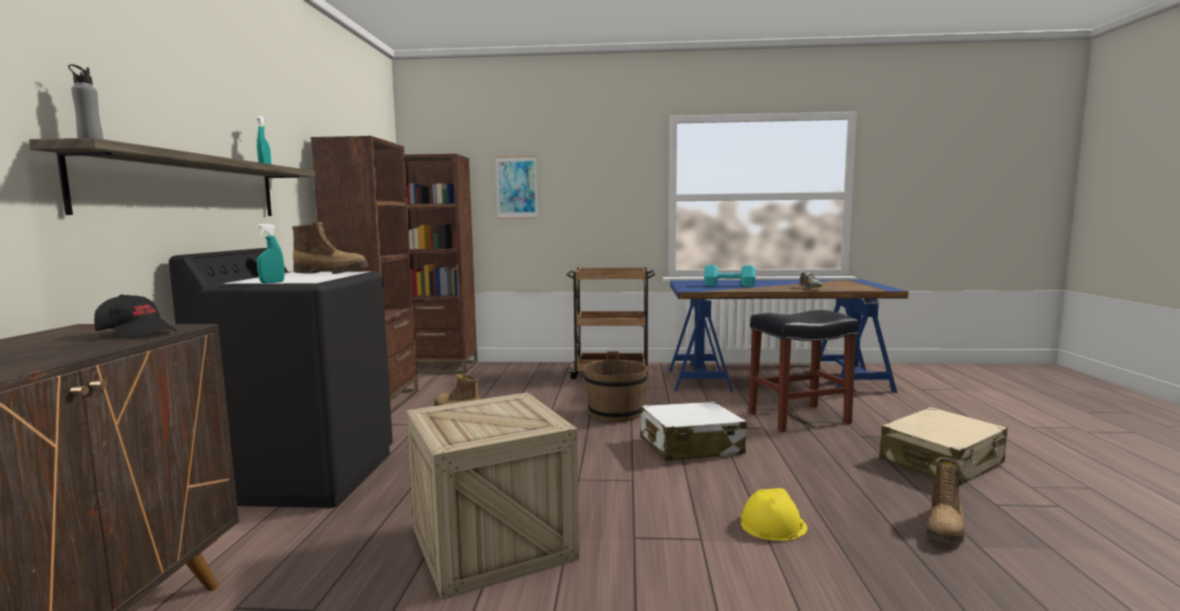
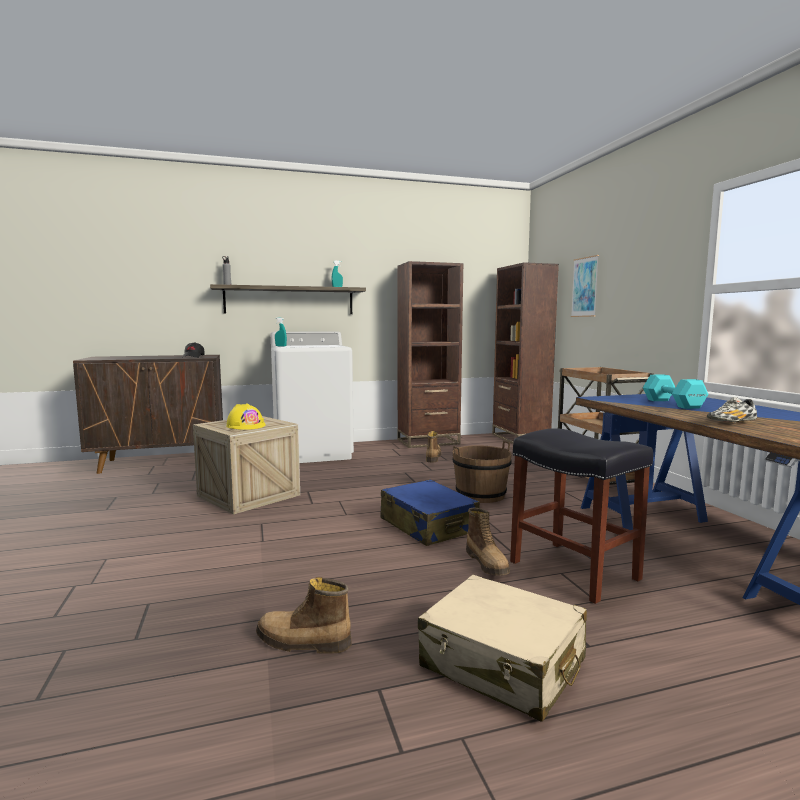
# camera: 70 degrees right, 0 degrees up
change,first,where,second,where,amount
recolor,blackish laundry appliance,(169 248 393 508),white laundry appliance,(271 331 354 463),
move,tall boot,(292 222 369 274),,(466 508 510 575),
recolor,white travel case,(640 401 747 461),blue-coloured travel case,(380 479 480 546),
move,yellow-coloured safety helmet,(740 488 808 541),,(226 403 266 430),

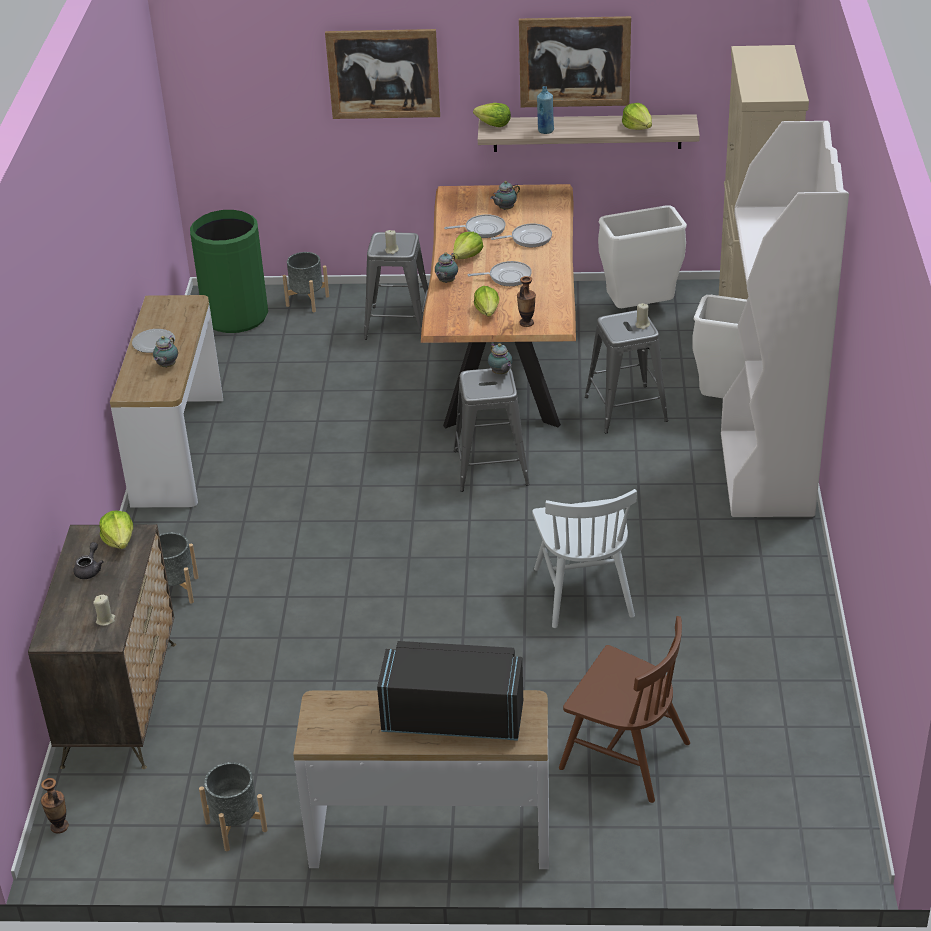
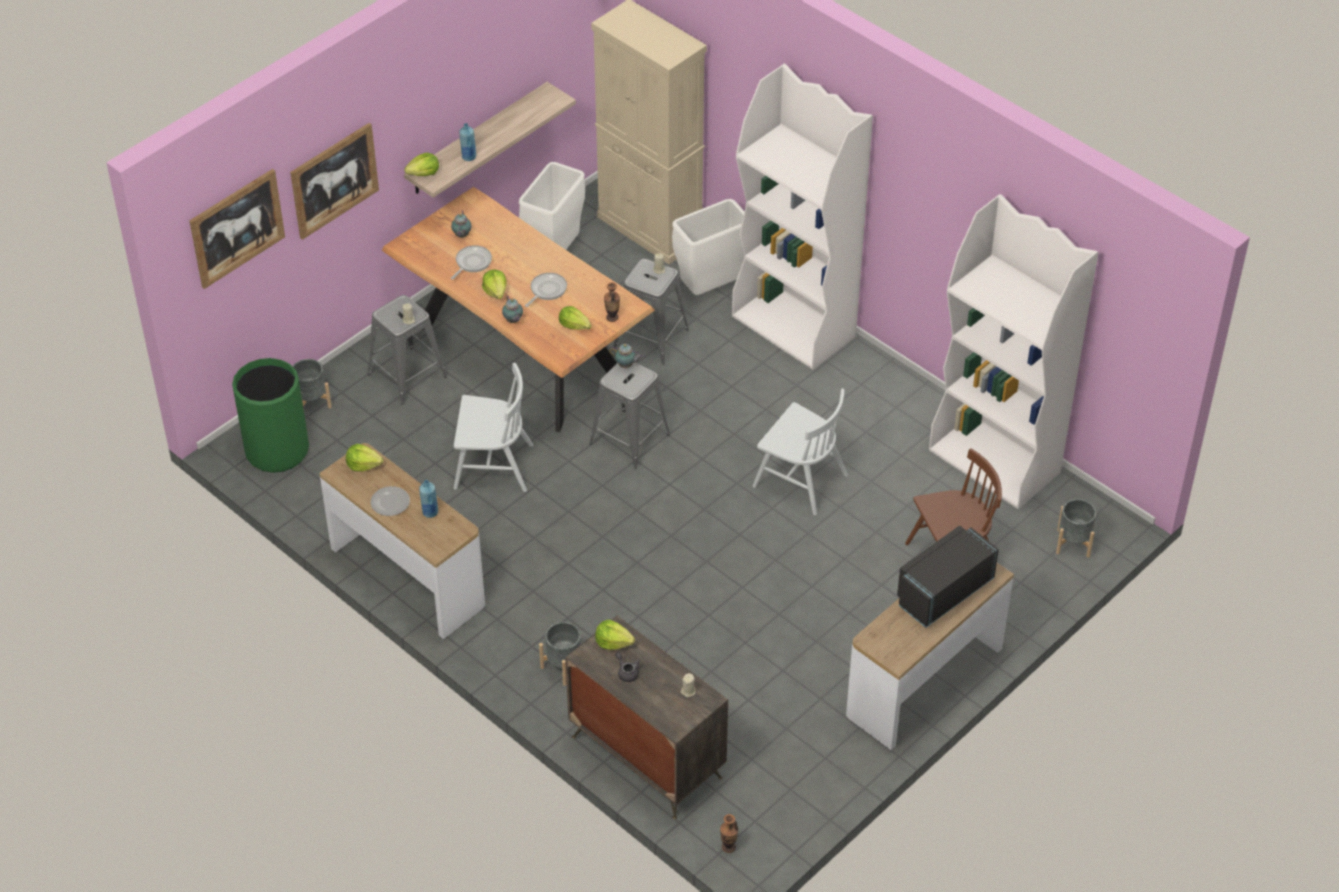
# camera: 50 degrees left, 10 degrees up
change,first,where,second,where,amount
replace,teapot,(153 335 178 368),blue-coloured drink bottle,(419 480 438 518),
move,gray plant pot,(199 762 268 851),,(1056 499 1096 558),
delete,frying pan,(491 224 552 247),,,
move,wall picture,(519 16 631 107),,(189 169 285 289),
move,lettuce head,(622 103 652 130),,(346 444 383 472),
insert,,,white plain chair,(454 363 533 492),
insert,,,white shelving unit,(929 194 1099 509),

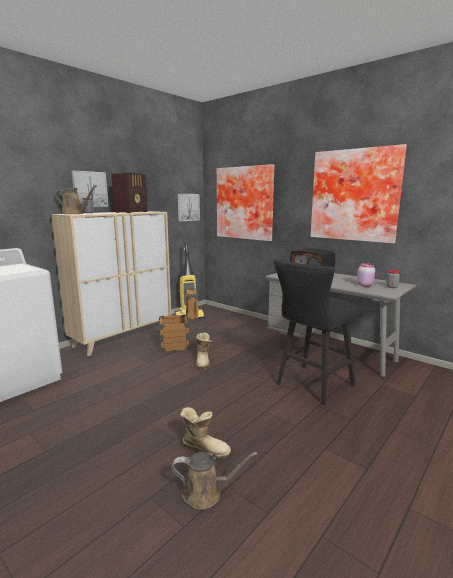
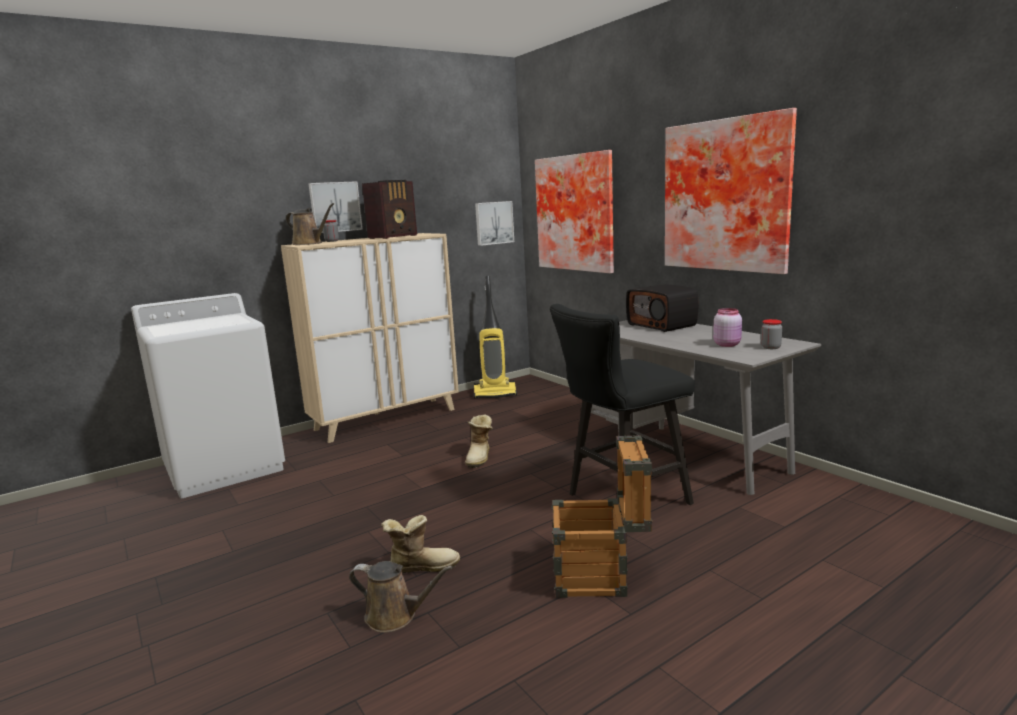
# camera: 15 degrees right, 0 degrees up
change,first,where,second,where,amount
move,packing crate,(159 288 199 352),,(552 435 652 598),
rotate,tall boot,(180 407 231 459),,(381 515 460 573),45 degrees counterclockwise

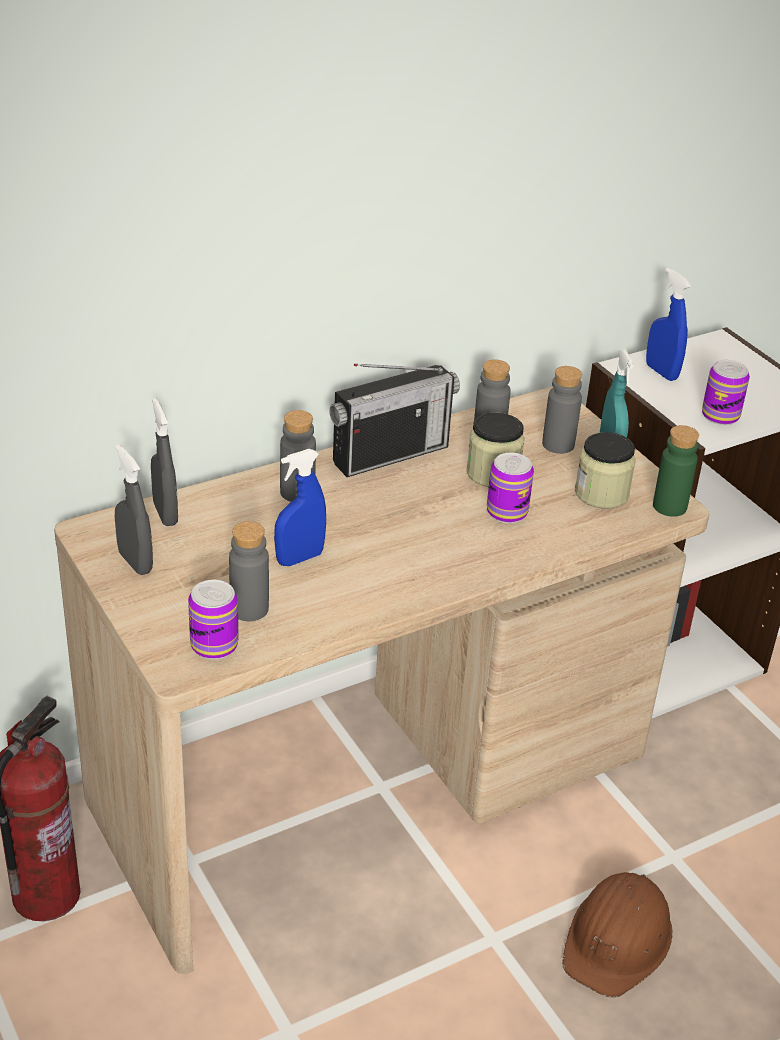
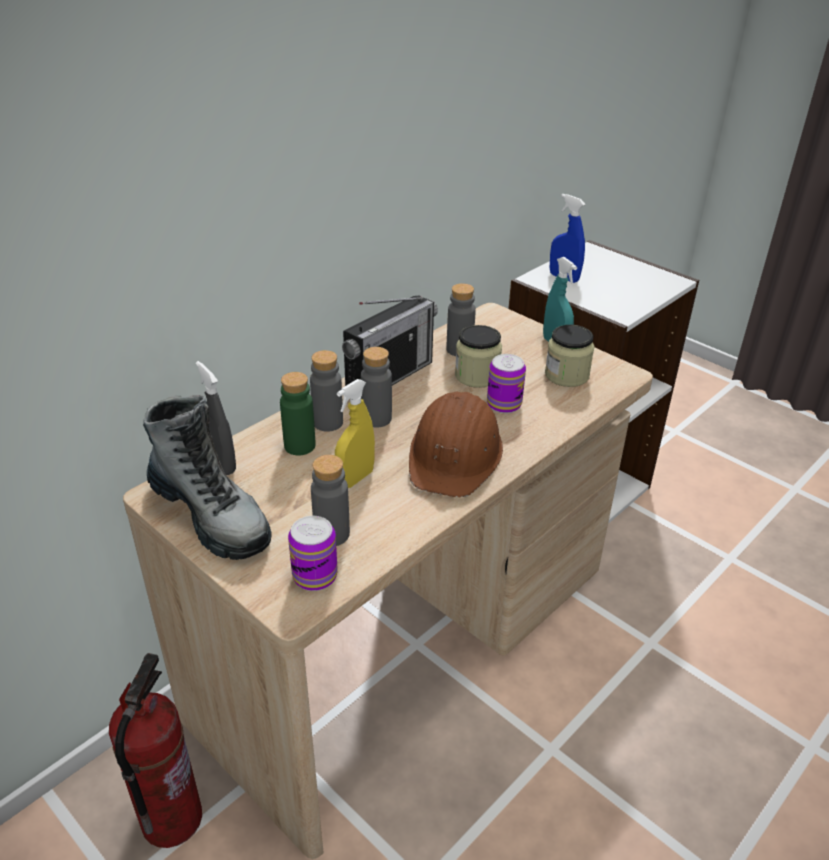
# camera: 15 degrees left, 0 degrees up
change,first,where,second,where,amount
replace,gray hand sprayer,(115 444 153 575),tall boot,(143 395 272 560),
recolor,blue-coloured hand sprayer,(274 449 326 566),yellow-coloured hand sprayer,(335 379 375 488),
move,gray drink bottle,(542 366 582 454),,(361 347 392 427),
move,brown-coloured safety helmet,(562 872 672 998),,(409 391 503 497),
move,green-coloured drink bottle,(653 425 699 517),,(280 372 315 455),
delete,metal can,(702 360 750 425),,,

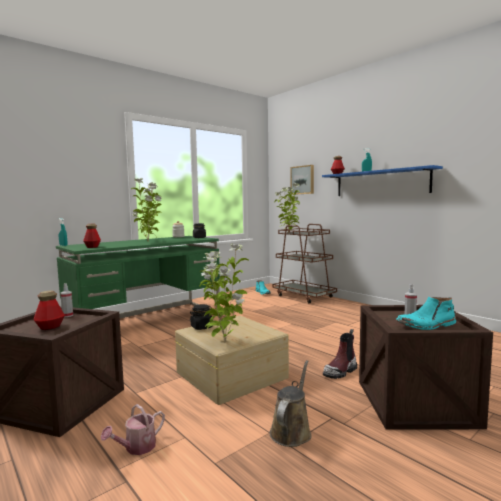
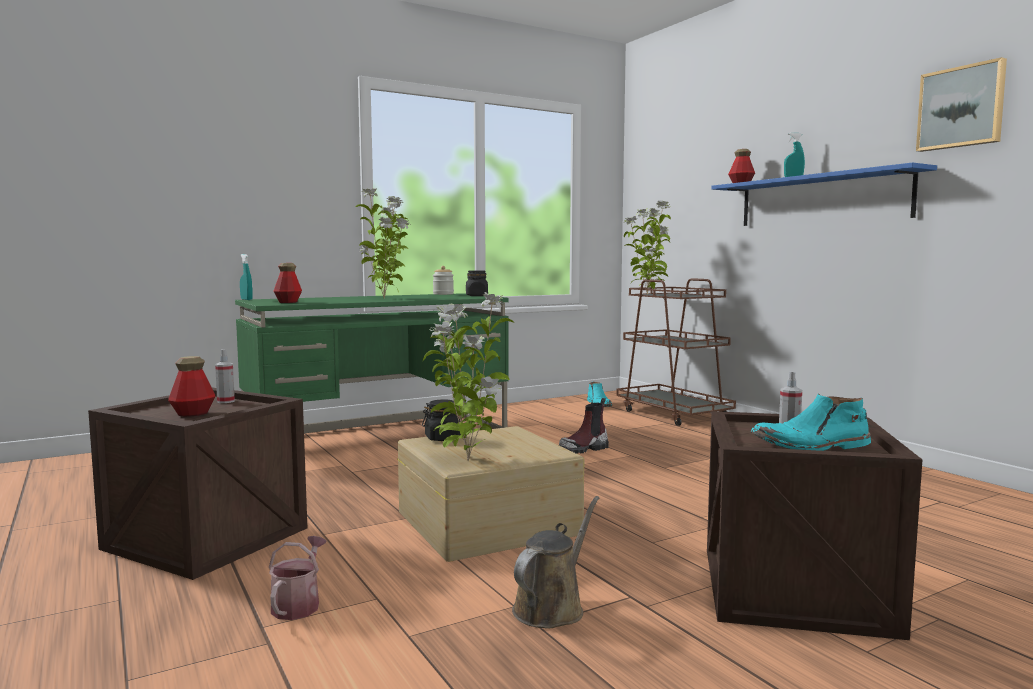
# camera: 10 degrees right, 0 degrees up
change,first,where,second,where,amount
rotate,watering can,(101 404 165 455),,(269 536 327 620),135 degrees clockwise
move,wall picture,(291 165 314 195),,(916 57 1007 152),
move,tall boot,(323 329 357 379),,(559 398 609 454),

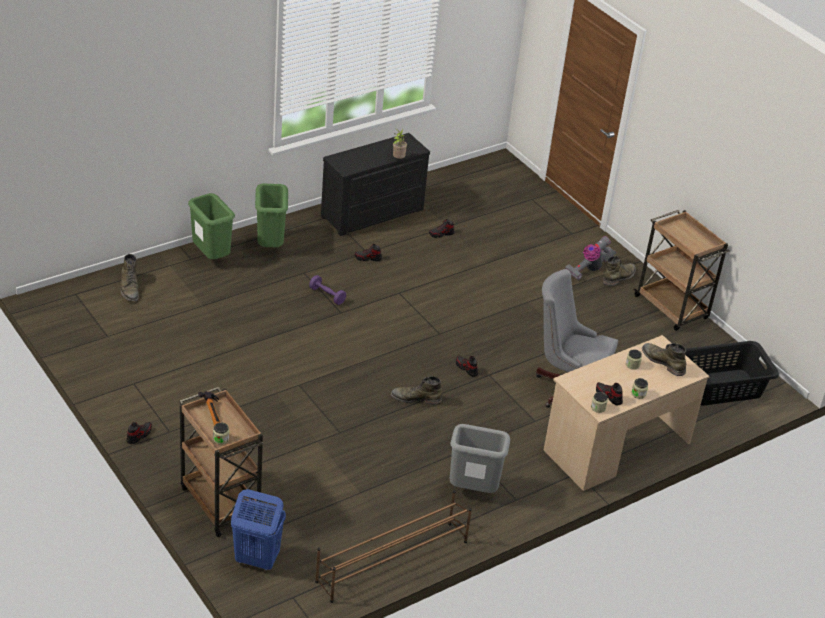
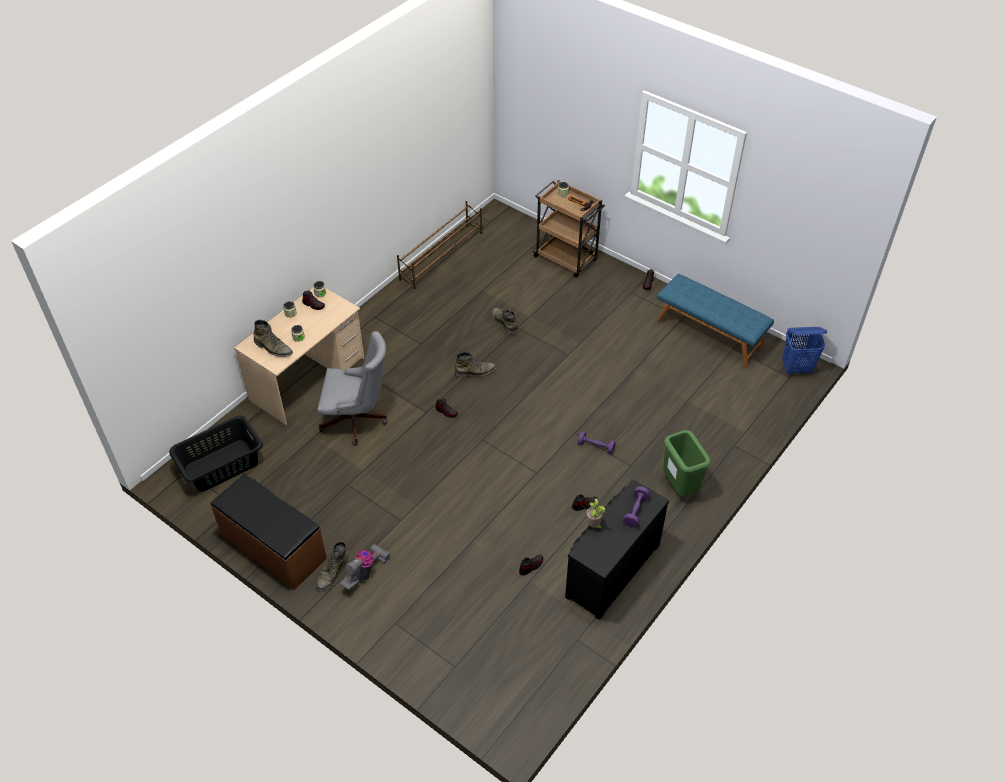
# camera: 165 degrees right, 10 degrees up
change,first,where,second,where,amount
move,green-coloured tall boot,(121 254 139 301),,(491 308 519 335),
delete,green-coloured rubbish bin,(188 193 235 259),,,
move,blue-coloured washing basket,(231 489 286 570),,(782 327 827 374),
delete,gray rubbish bin,(450 424 510 493),,,
replace,brown-coloured cart,(634 210 730 331),brown-coloured bench,(211 473 327 590),
insert,,,purplish hand weight,(623 486 650 527),
insert,,,blue-coloured bench,(656 274 774 368),

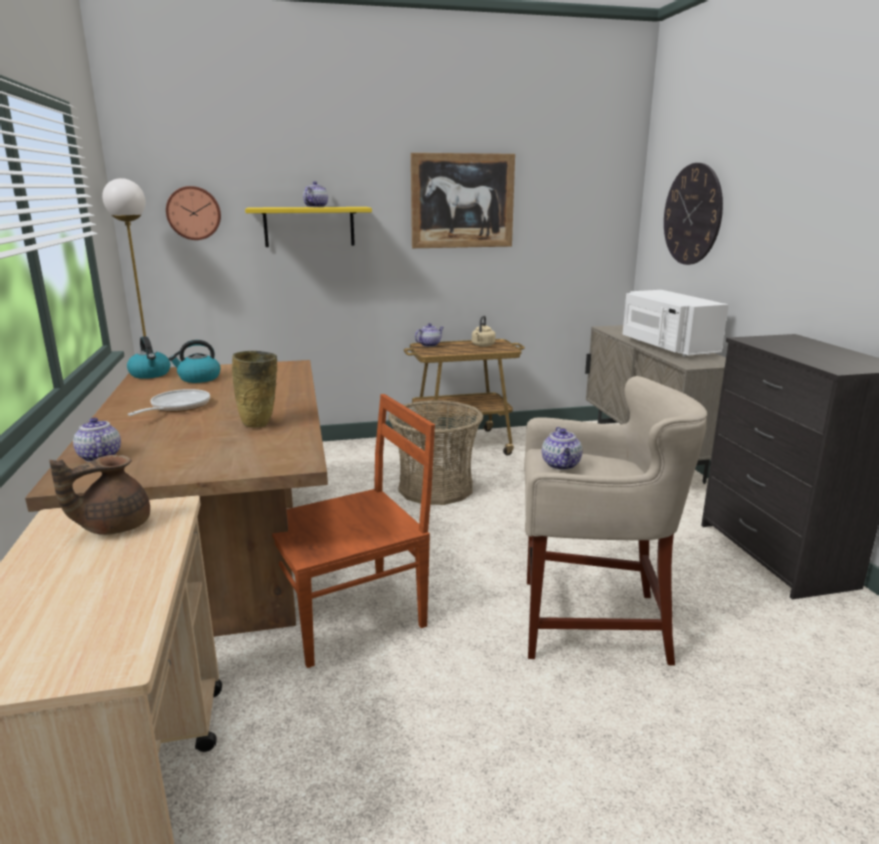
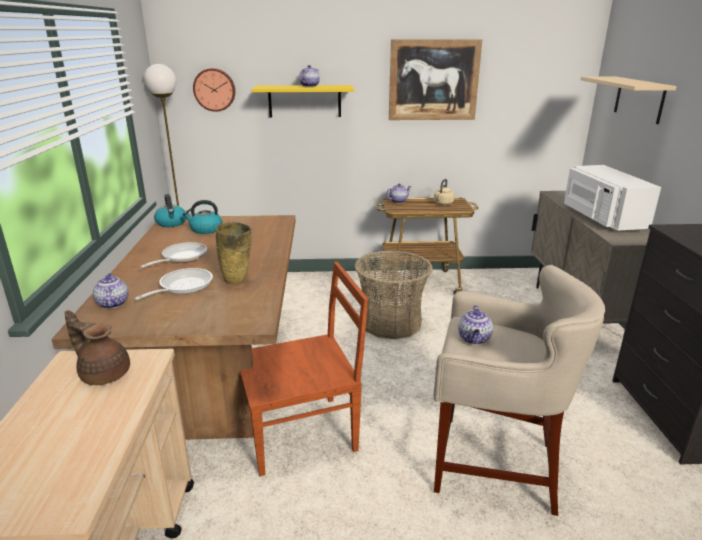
# camera: 10 degrees right, 5 degrees up
change,first,where,second,where,amount
rotate,brown-coloured teapot,(49 455 150 535),,(64 310 130 385),60 degrees clockwise
replace,clock on the wall,(664 163 723 265),beige-coloured shelf,(580 76 677 124),
insert,,,frying pan,(134 268 213 300),

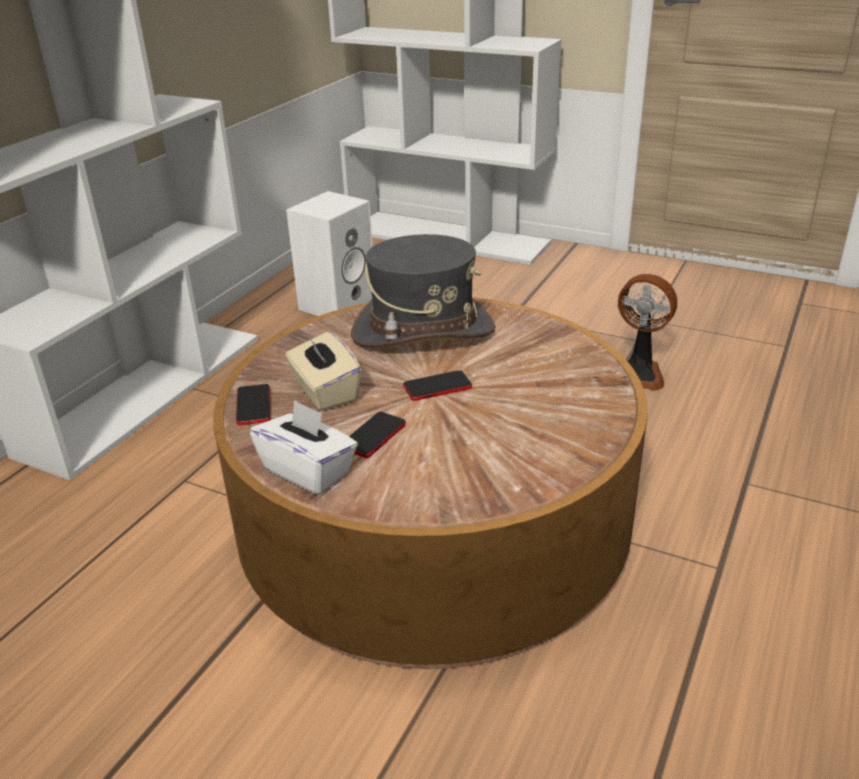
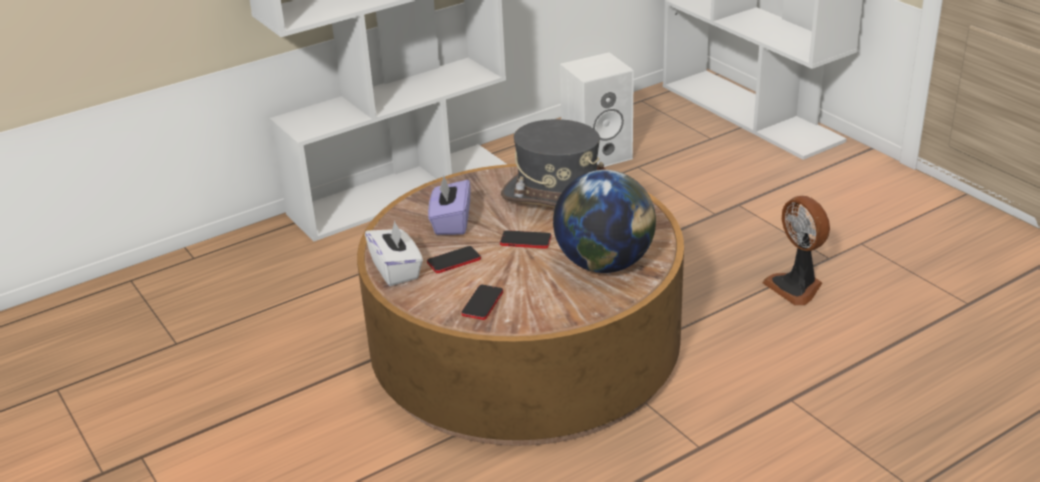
# camera: 30 degrees right, 0 degrees up
change,first,where,second,where,amount
move,telephone,(236 384 270 425),,(461 285 503 320),
recolor,beige-coloured tissue holder,(286 332 361 411),purplish tissue holder,(428 176 470 235),
insert,,,world globe,(553 170 656 273),

